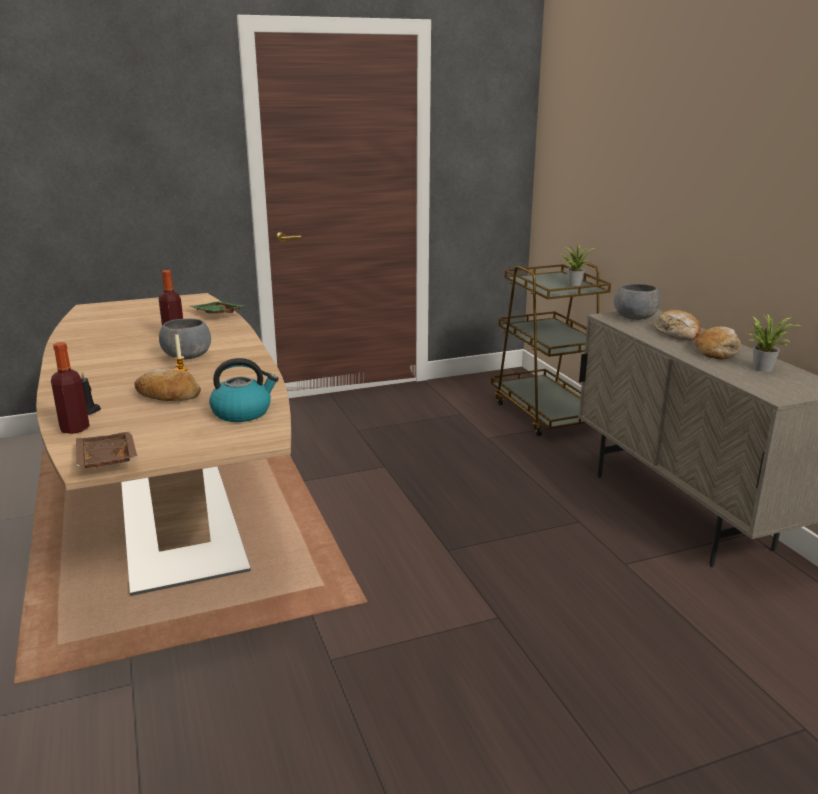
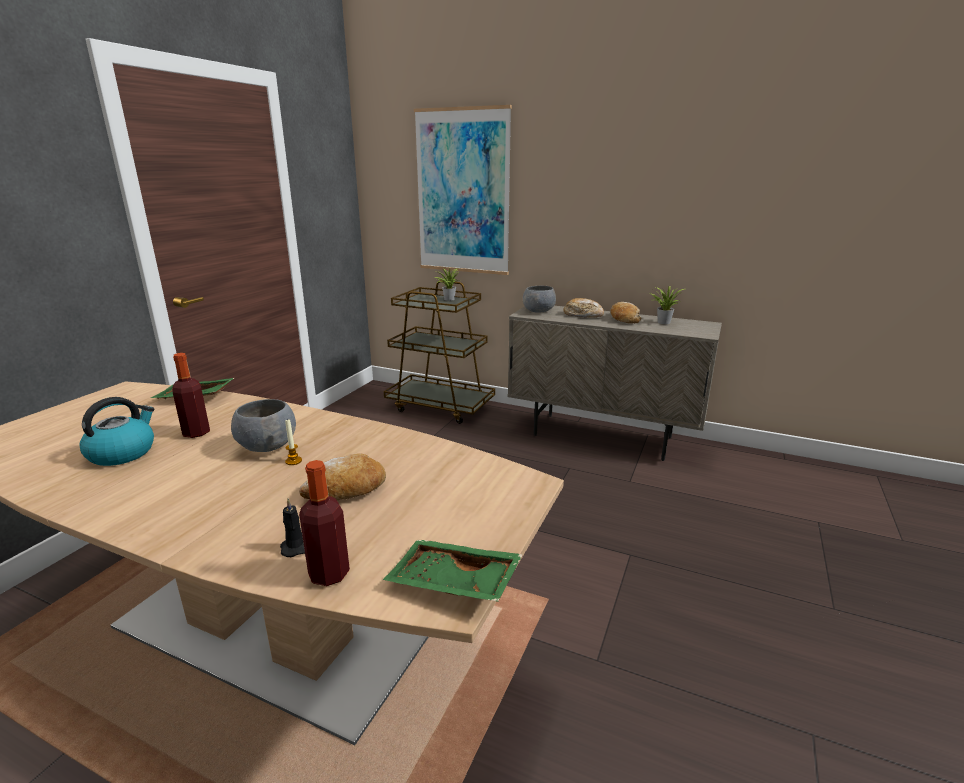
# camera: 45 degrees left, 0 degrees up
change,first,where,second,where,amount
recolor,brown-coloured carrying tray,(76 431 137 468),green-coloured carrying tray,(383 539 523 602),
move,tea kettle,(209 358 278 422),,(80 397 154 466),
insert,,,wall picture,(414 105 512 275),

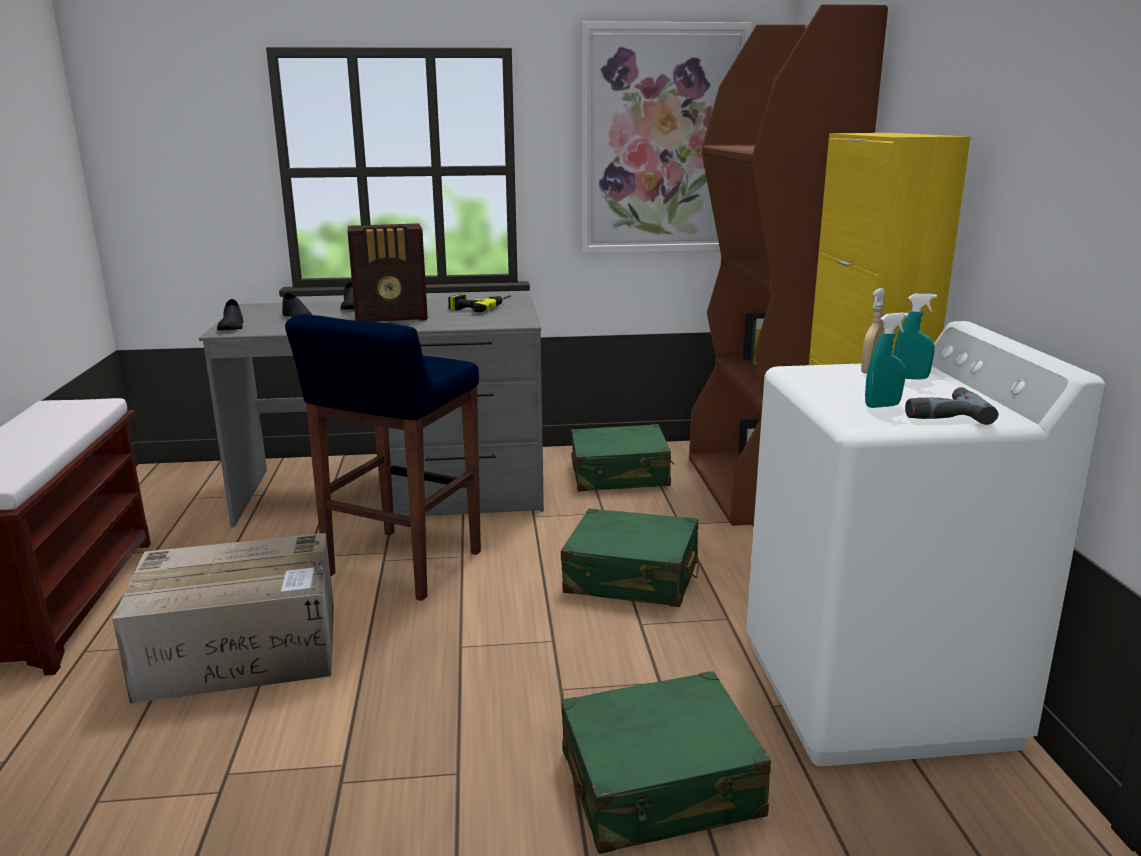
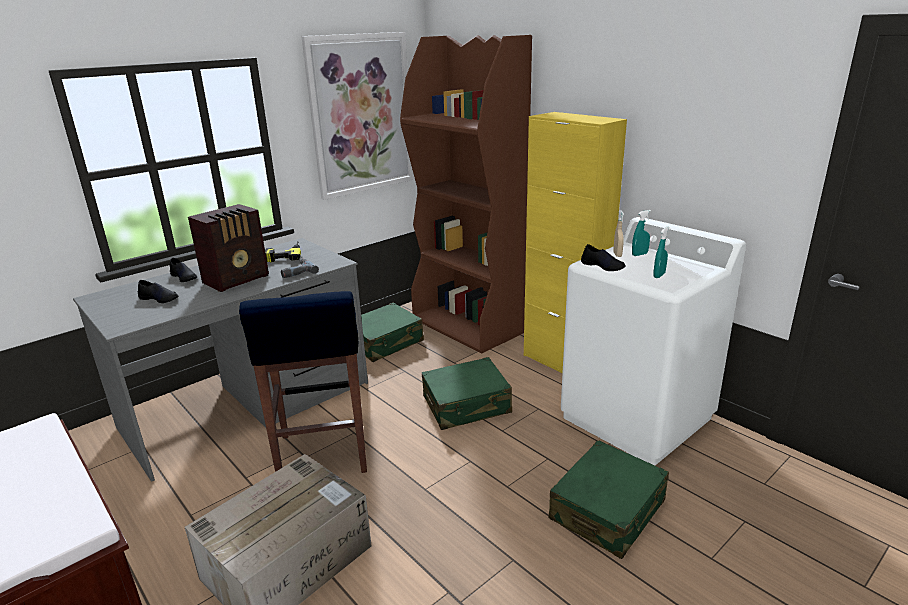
# camera: 35 degrees left, 5 degrees up
change,first,where,second,where,amount
move,blackish shoe,(217 299 243 330),,(581 244 626 271),
move,drill,(905 387 998 425),,(281 258 319 278),

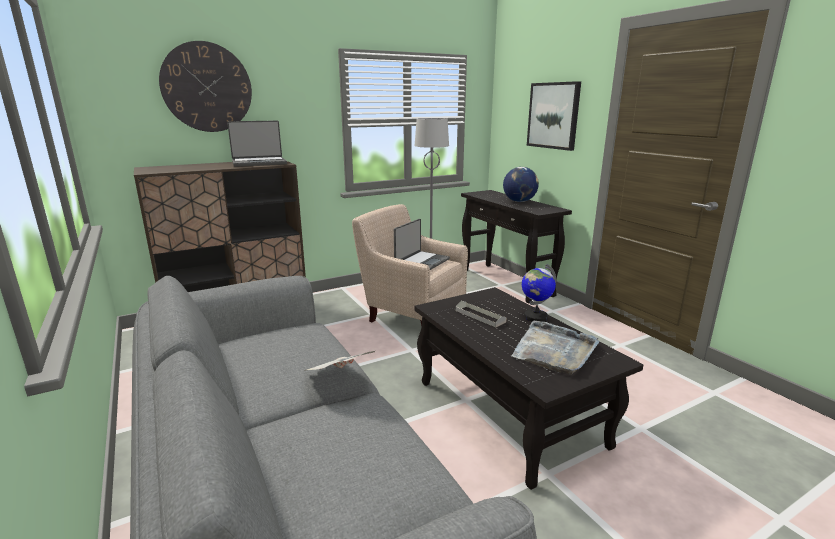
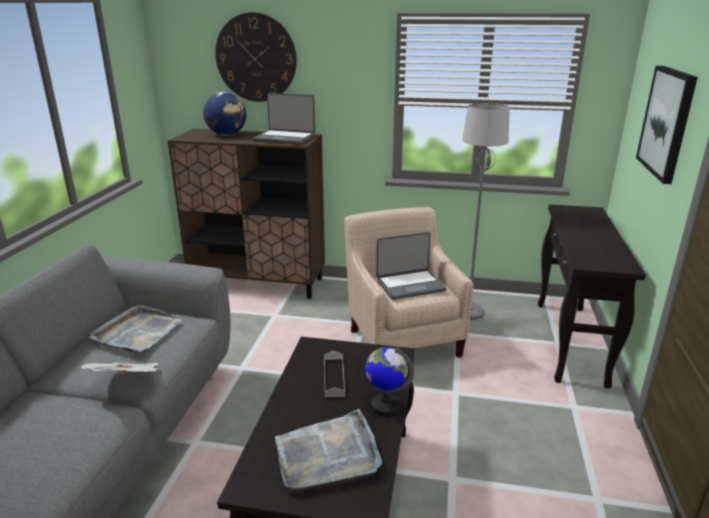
# camera: 40 degrees right, 5 degrees up
change,first,where,second,where,amount
move,world globe,(503 167 539 202),,(203 92 246 135),
insert,,,gray carrying tray,(90 305 182 353),

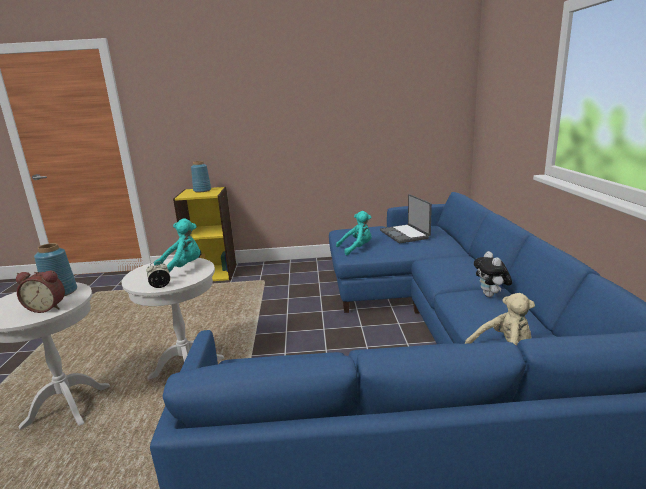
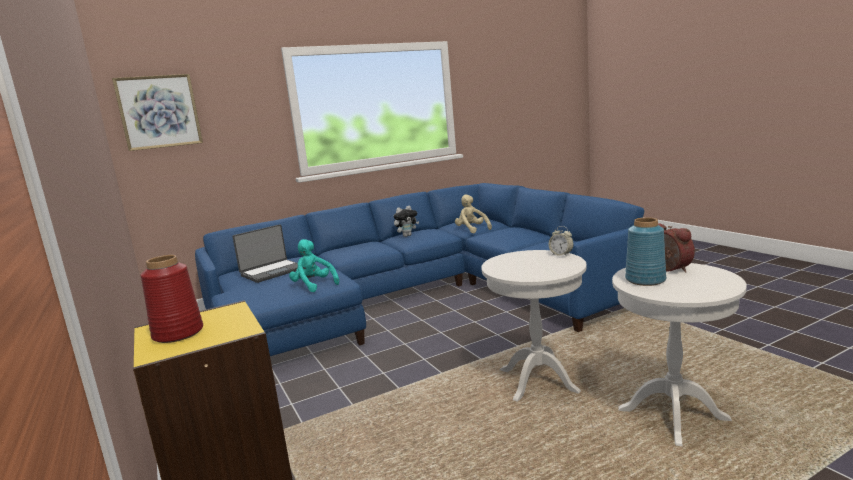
# camera: 115 degrees left, 5 degrees down
change,first,where,second,where,amount
delete,turquoise-coloured soft toy,(154 218 200 272),,,
recolor,blue-coloured flower vase,(191 161 211 193),red flower vase,(141 255 203 343),
insert,,,wall picture,(112 74 203 151),

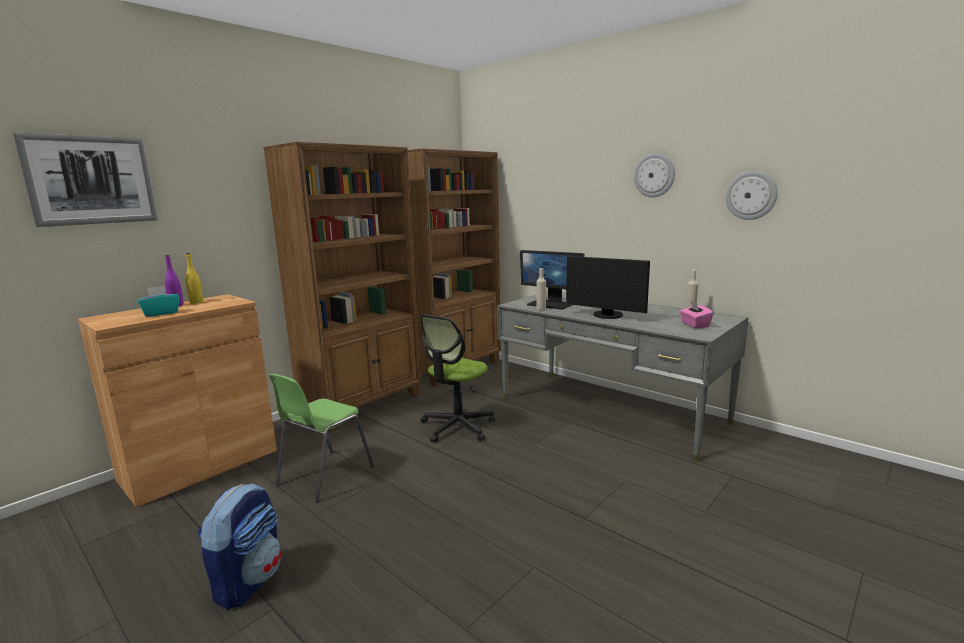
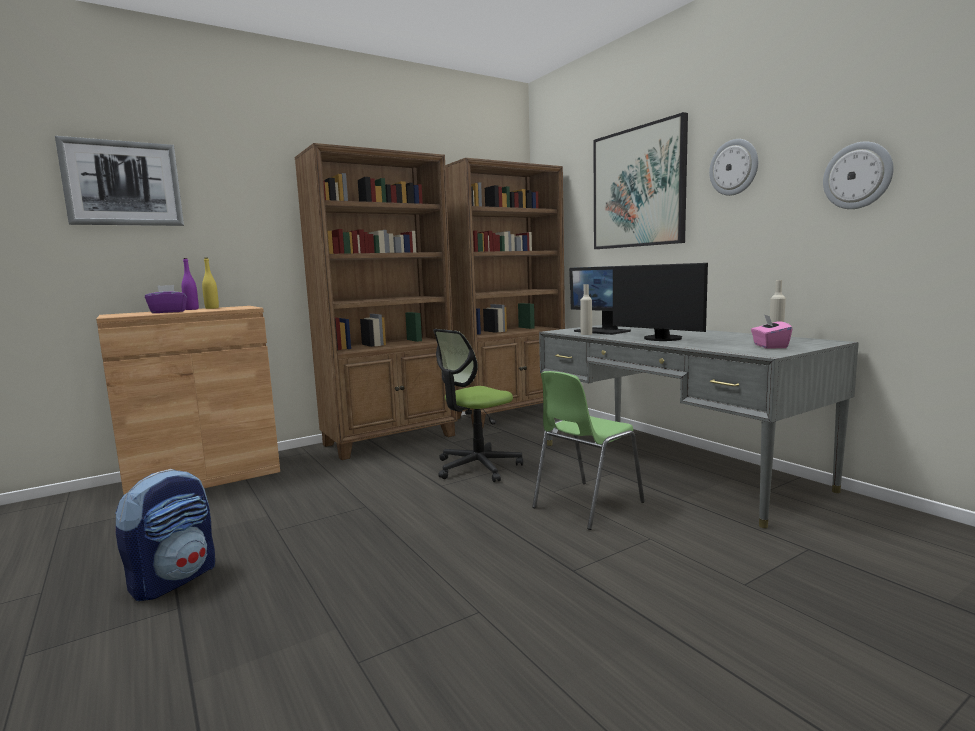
# camera: 15 degrees right, 5 degrees down
change,first,where,second,where,amount
recolor,turquoise-coloured tissue holder,(138 286 179 317),purplish tissue holder,(145 285 187 313),
move,green-coloured plain chair,(269 374 374 503),,(532 371 645 530),
insert,,,wall picture,(593 112 688 249),

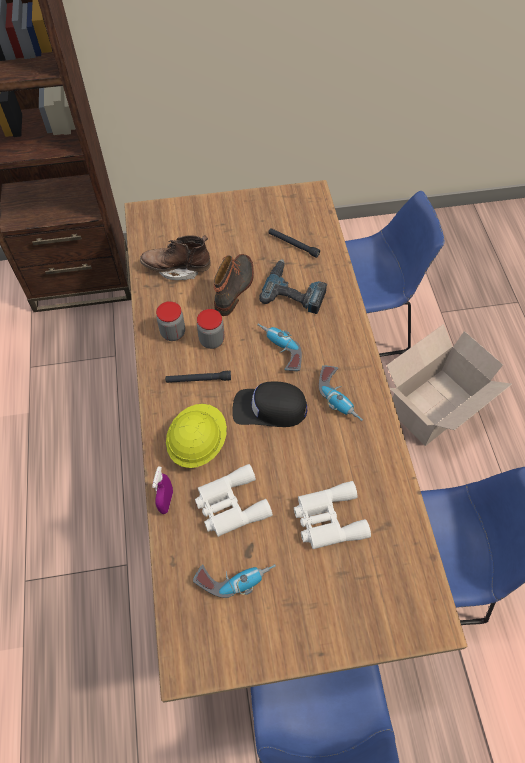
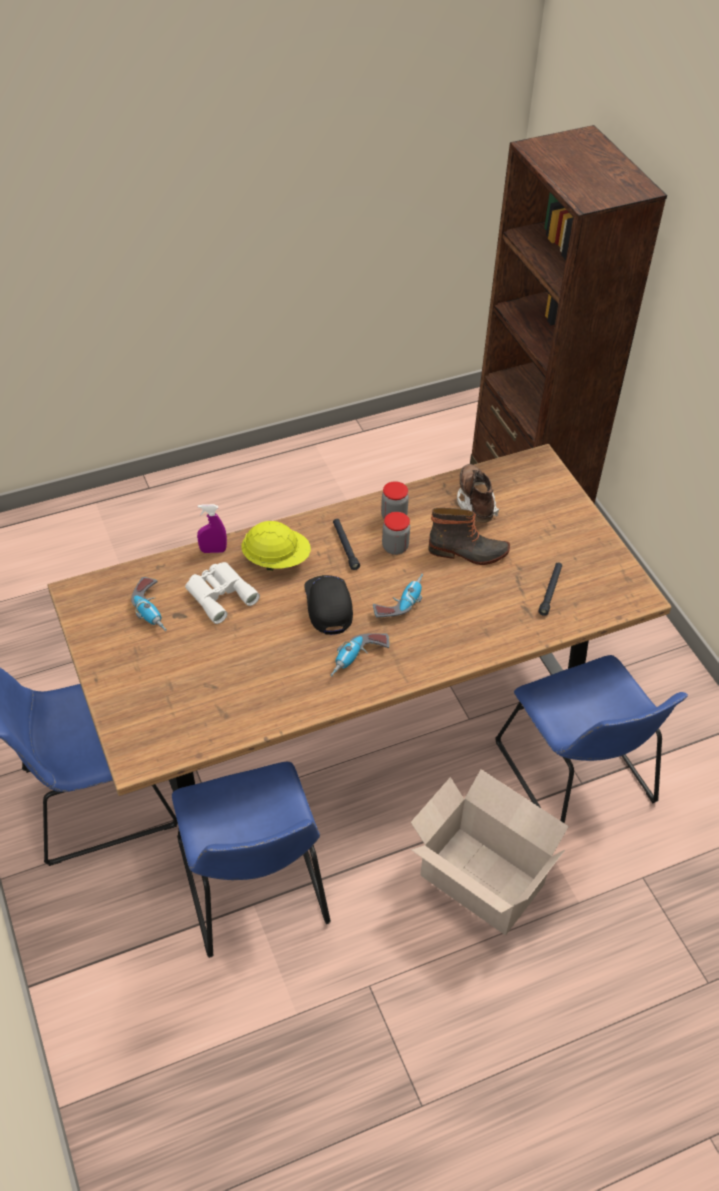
# camera: 75 degrees right, 10 degrees down
change,first,where,second,where,amount
delete,drill,(259 259 327 314),,,
delete,white binoculars,(294 481 371 549),,,

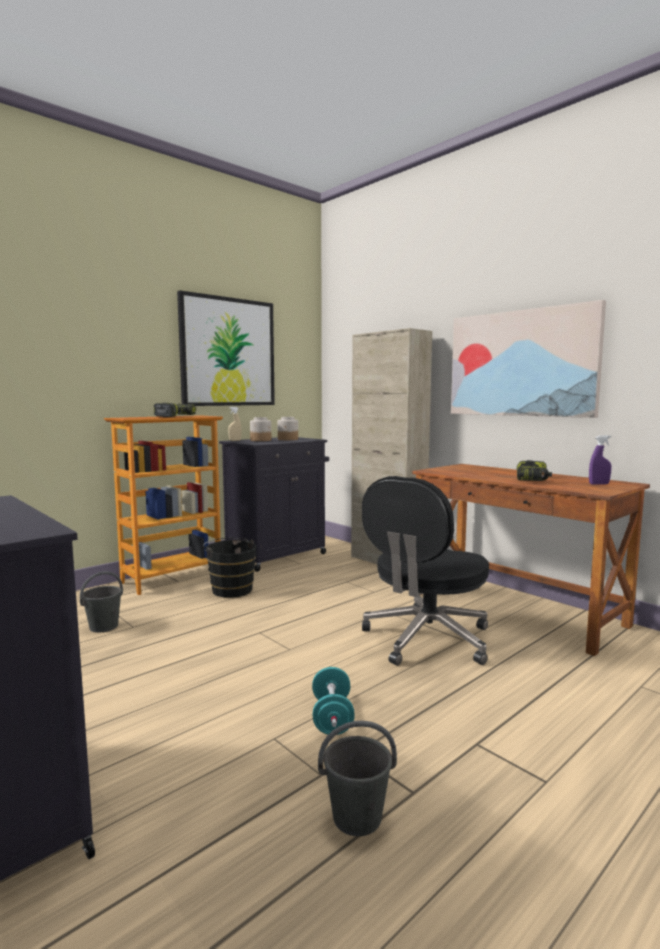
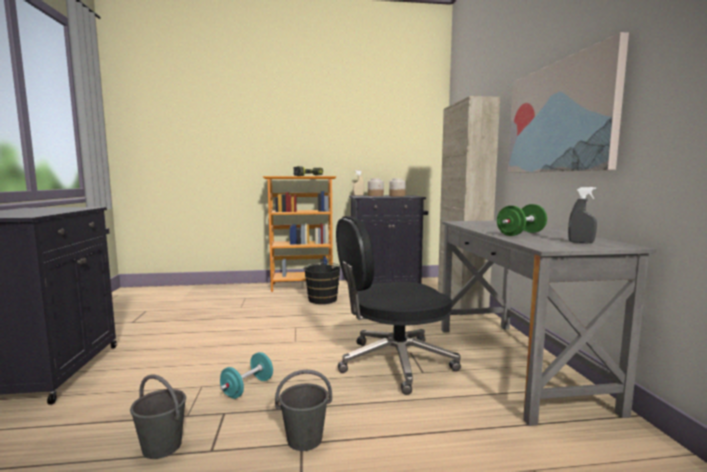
# camera: 35 degrees right, 0 degrees up
change,first,where,second,where,amount
move,gray water bucket,(80 571 123 633),,(275 370 332 451),
delete,wall picture,(177 290 275 406),,,
recolor,brown-coloured desk,(412 464 650 656),gray desk,(441 221 656 426),
replace,drill,(517 460 552 481),green-coloured hand weight,(497 204 547 236),
recolor,purplish hand sprayer,(589 435 612 485),gray hand sprayer,(568 187 597 243),

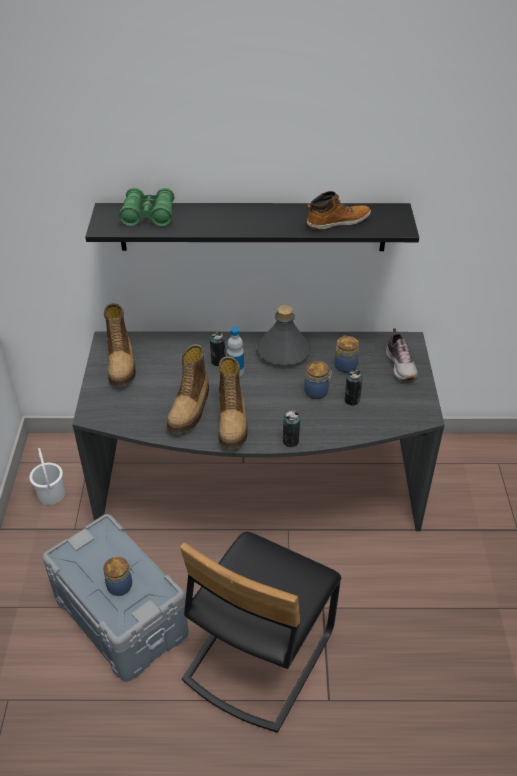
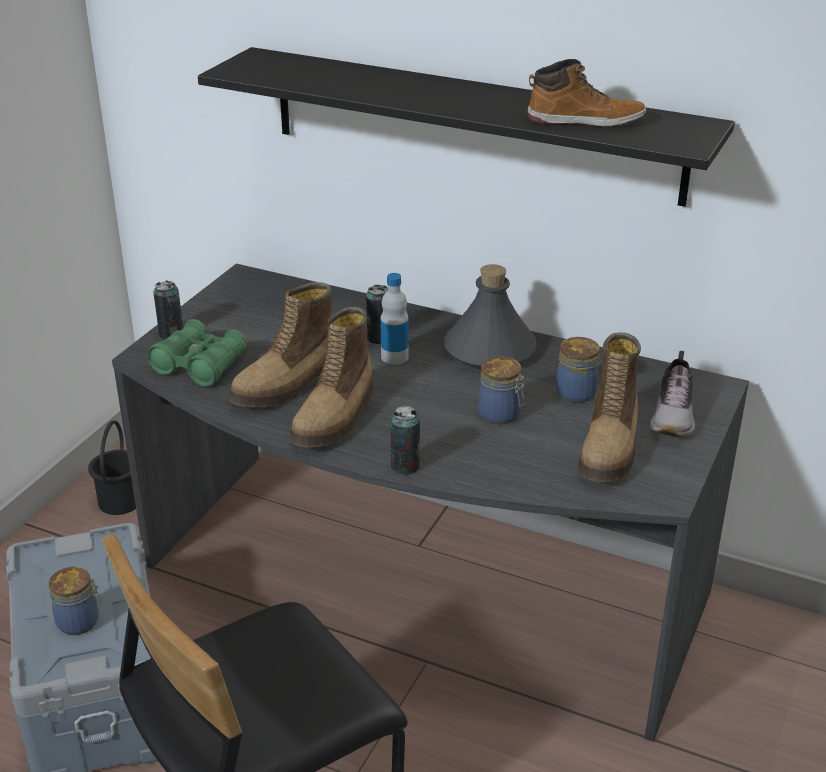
# camera: 25 degrees right, 10 degrees down
change,first,where,second,where,amount
recolor,white water bucket,(29 448 65 505),blackish water bucket,(88 421 136 515),
move,tall boot,(104 303 136 387),,(578 332 641 482),
move,green-coloured binoculars,(119 188 174 226),,(147 319 249 387),
move,metal can,(344 370 363 405),,(153 281 183 339),

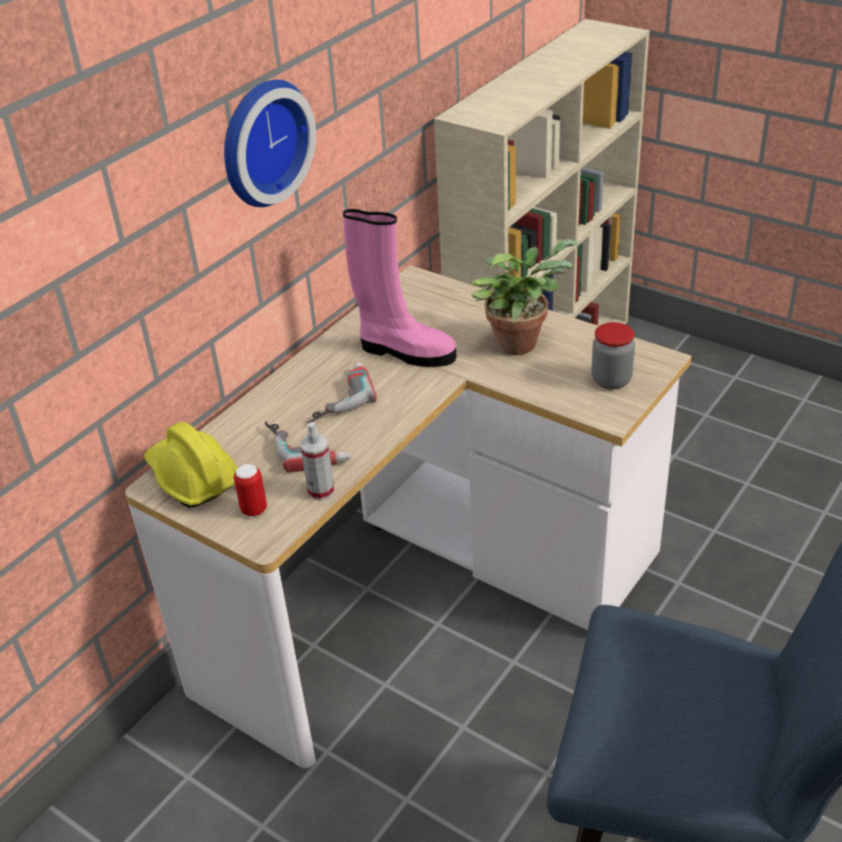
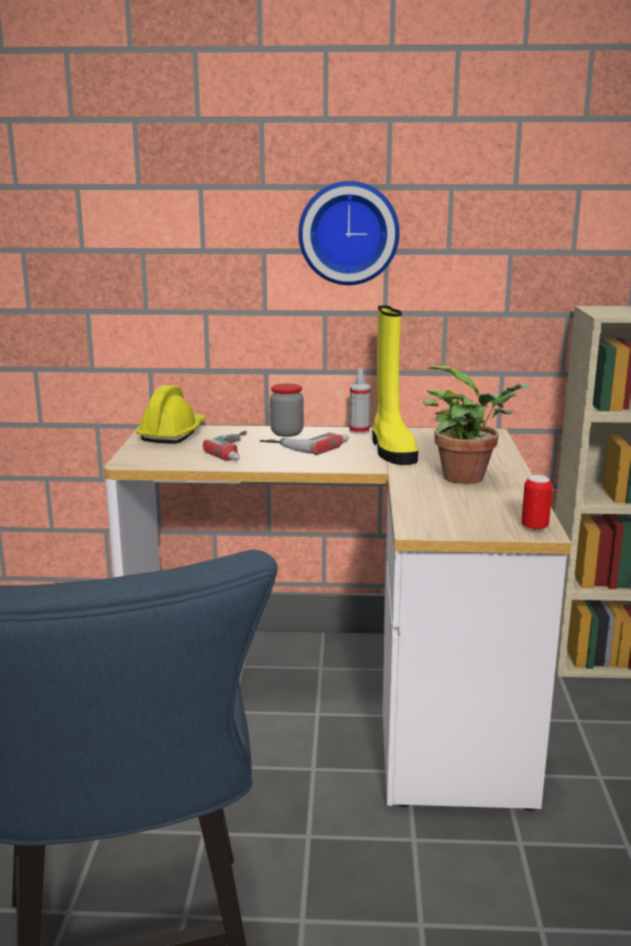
# camera: 55 degrees right, 20 degrees down
change,first,where,second,where,amount
move,metal can,(234 464 267 517),,(521 475 553 531),
move,hand sprayer,(301 422 334 501),,(349 368 370 434),
recolor,pink tall boot,(343 209 456 367),yellow-coloured tall boot,(372 305 418 465),
move,storage jar,(592 322 635 390),,(270 383 304 437),

